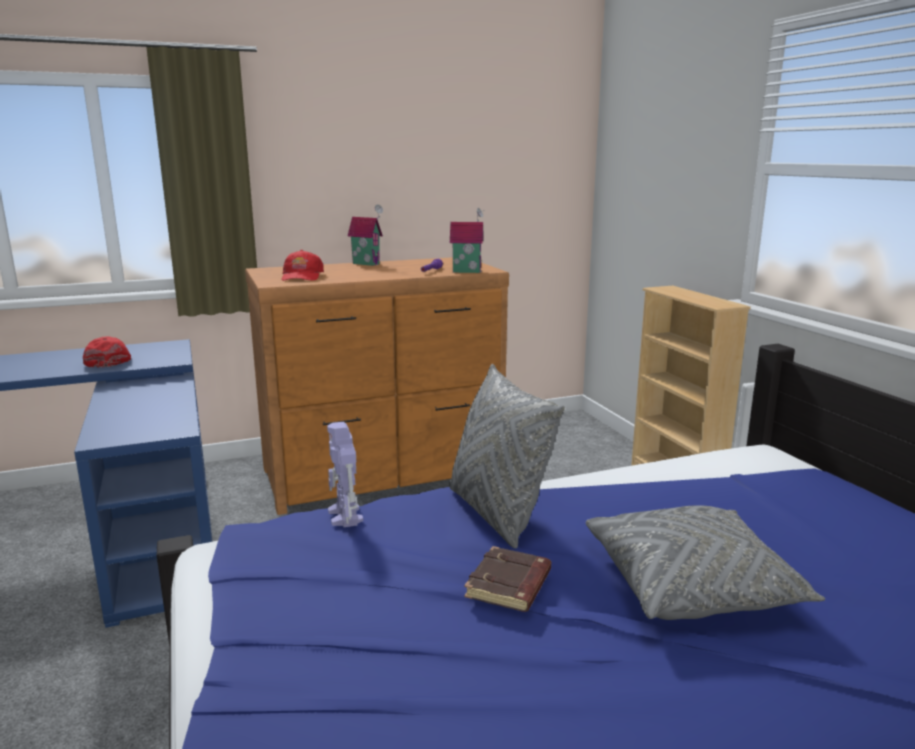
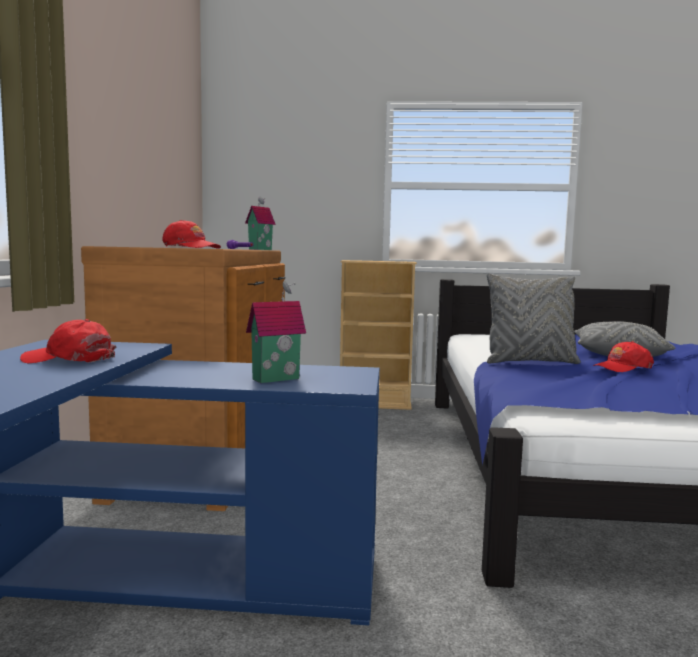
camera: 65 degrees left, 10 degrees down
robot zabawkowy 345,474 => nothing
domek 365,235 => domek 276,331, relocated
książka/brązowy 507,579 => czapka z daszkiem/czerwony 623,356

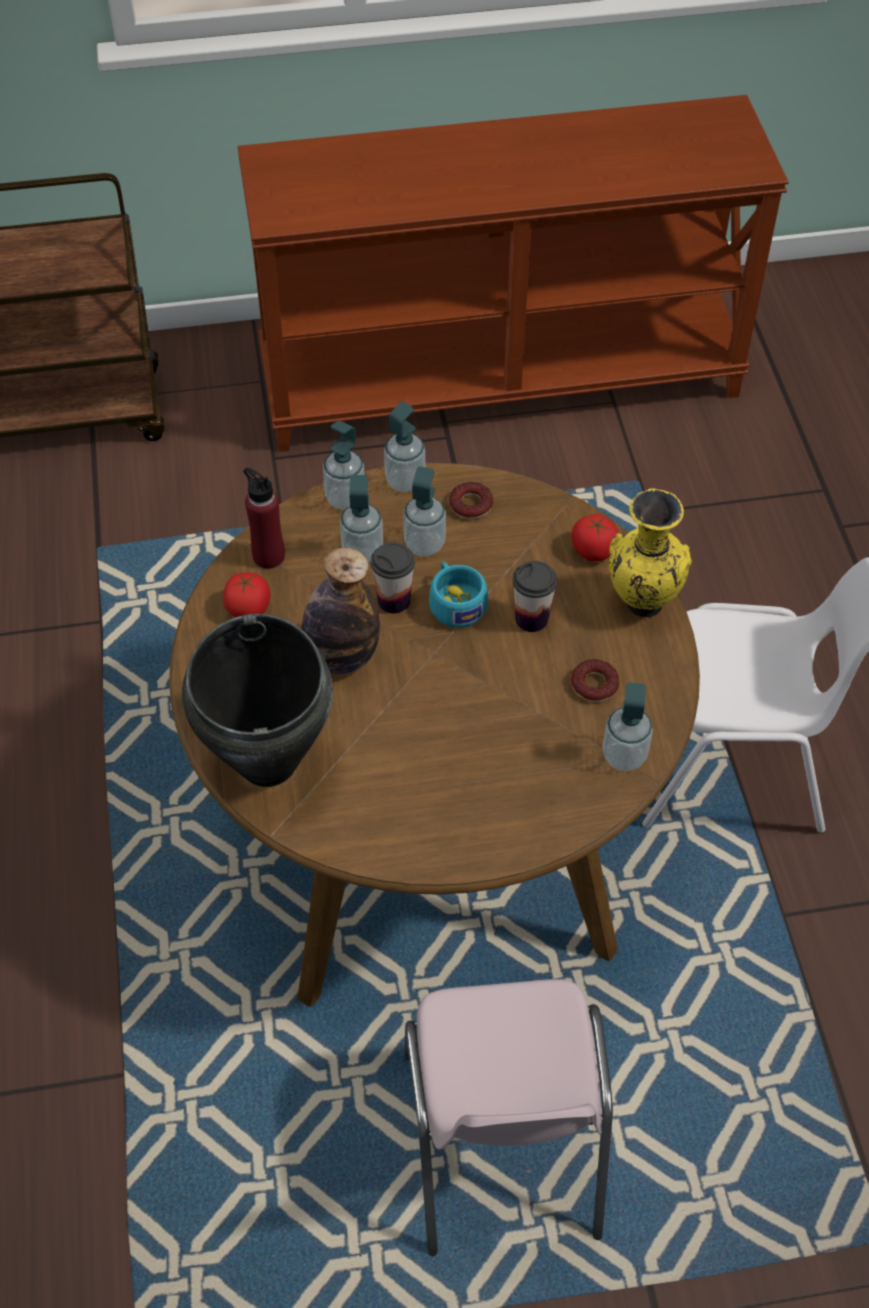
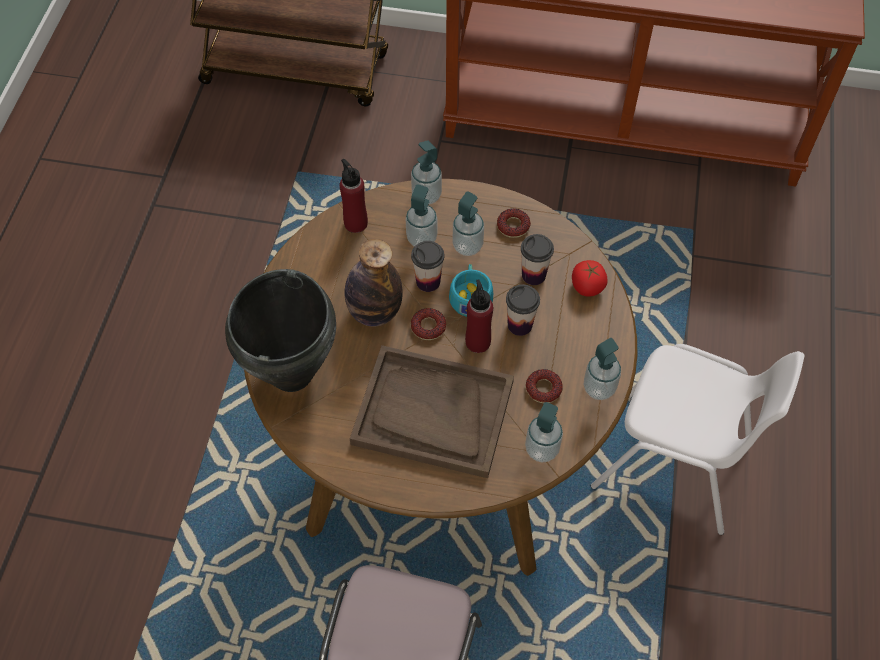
camera: 20 degrees right, 5 degrees up
pomidor 246,594 => nothing
wazon/żółty 650,553 => nothing
nothing => taca/brązowy 432,411
nothing => donut 428,324
nothing => butelka/czerwony 479,316
nothing => filiżanka 537,259
dozownik mydła 404,446 => dozownik mydła 602,369, relocated

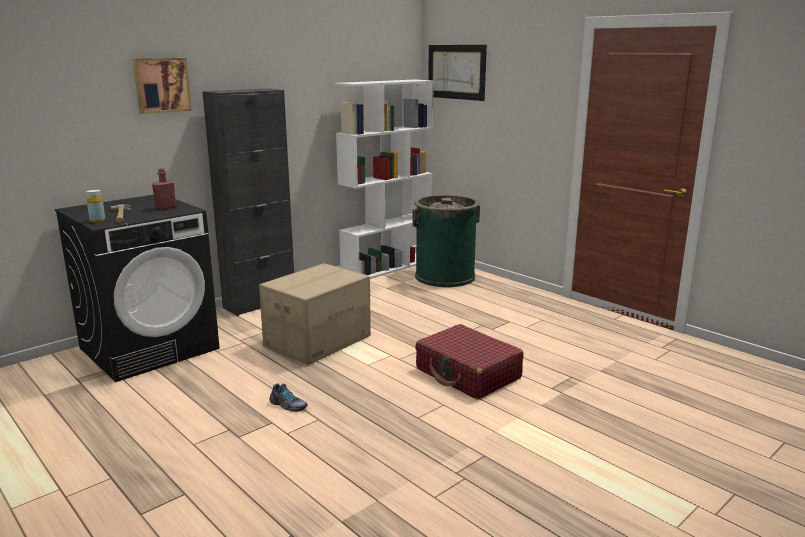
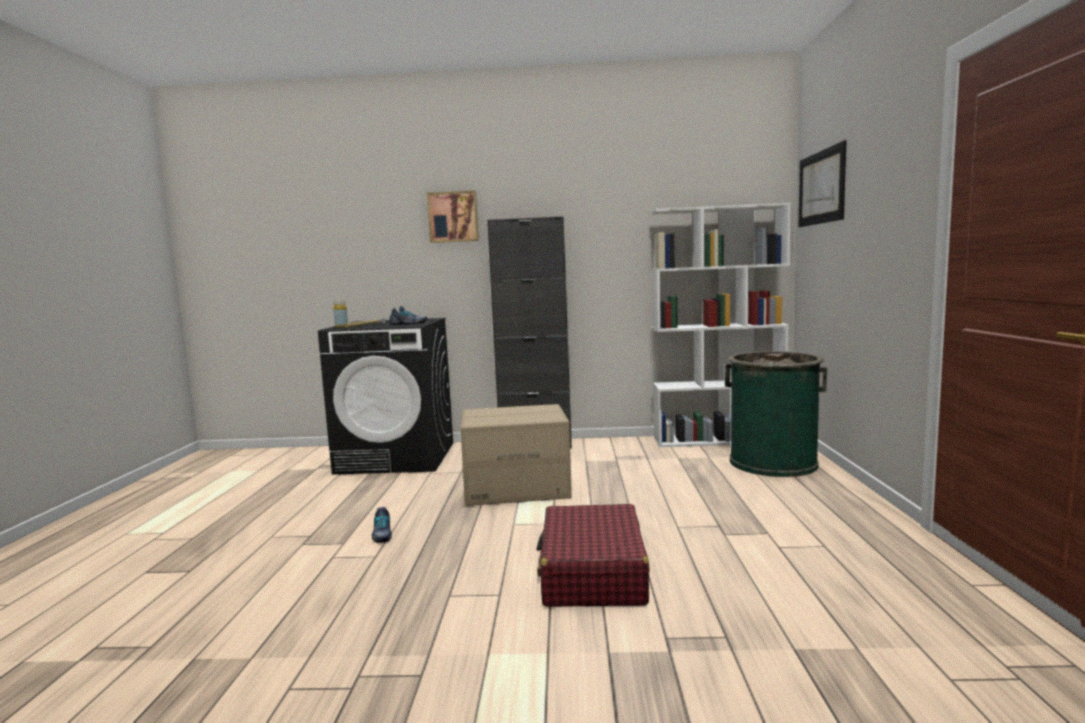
camera: 45 degrees right, 10 degrees down
butelka/czerwony 164,189 => but 408,315

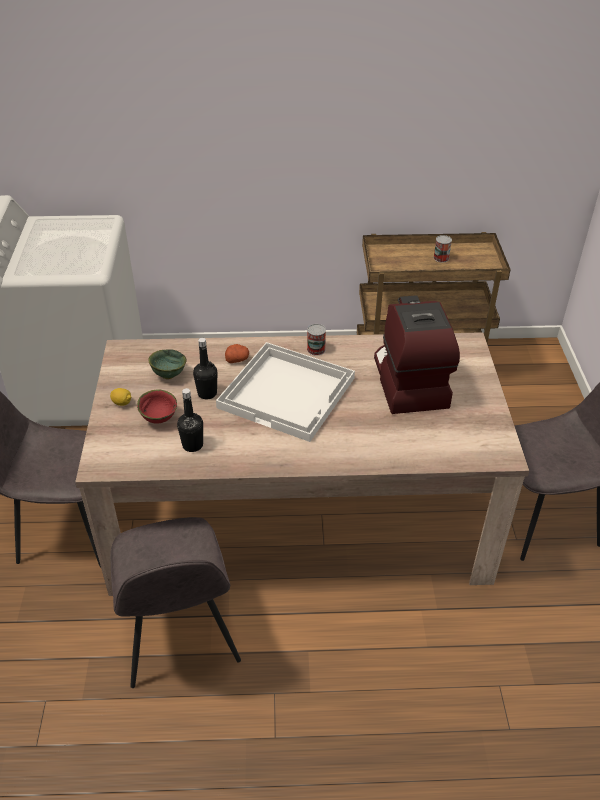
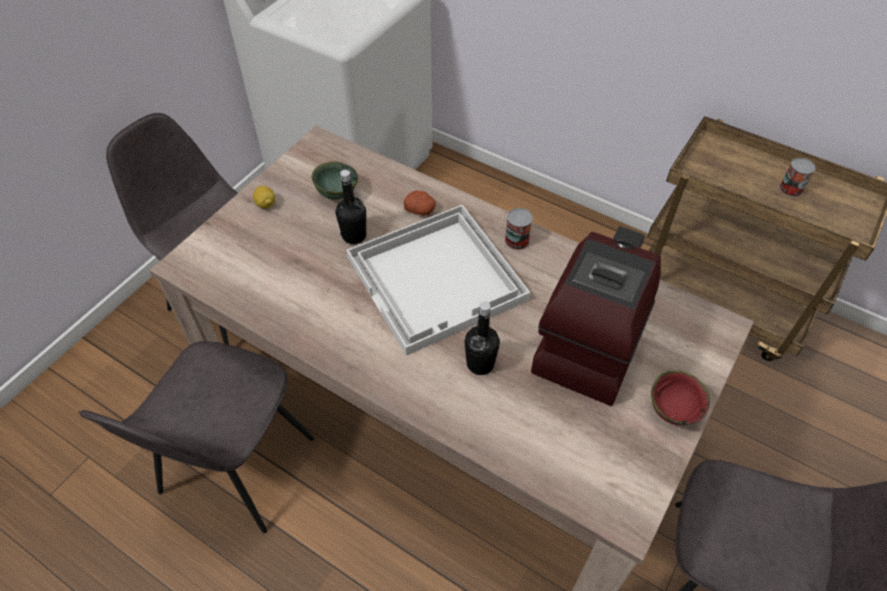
camera: 35 degrees right, 10 degrees up
miska/czerwony 157,406 => miska/czerwony 680,397, relocated
butelka/czarny 190,420 => butelka/czarny 482,338, relocated

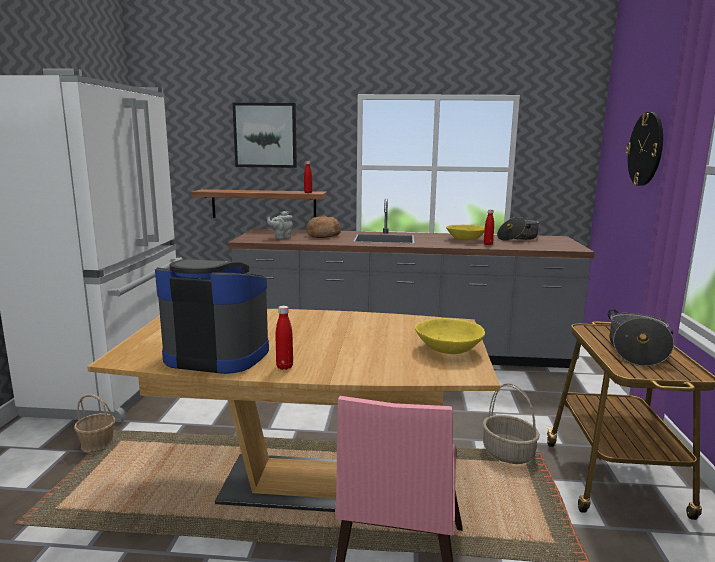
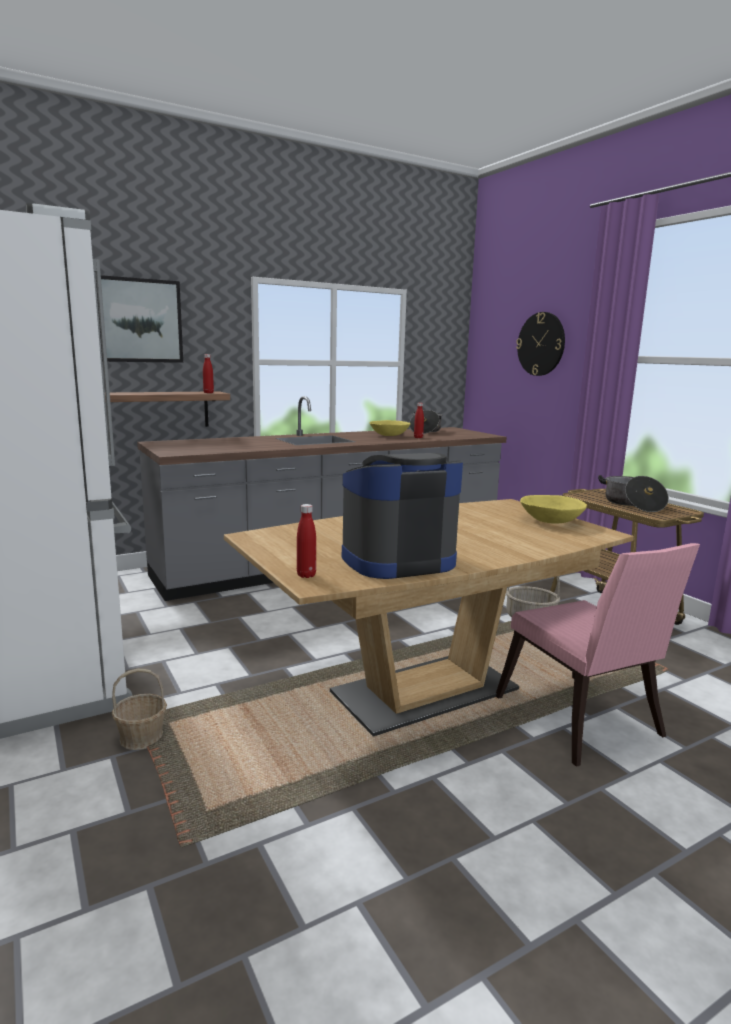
camera: 35 degrees left, 0 degrees up
imbryk/szary 280,225 => nothing
chleb 323,227 => nothing
butelka/czerwony 284,338 => butelka/czerwony 306,541, relocated

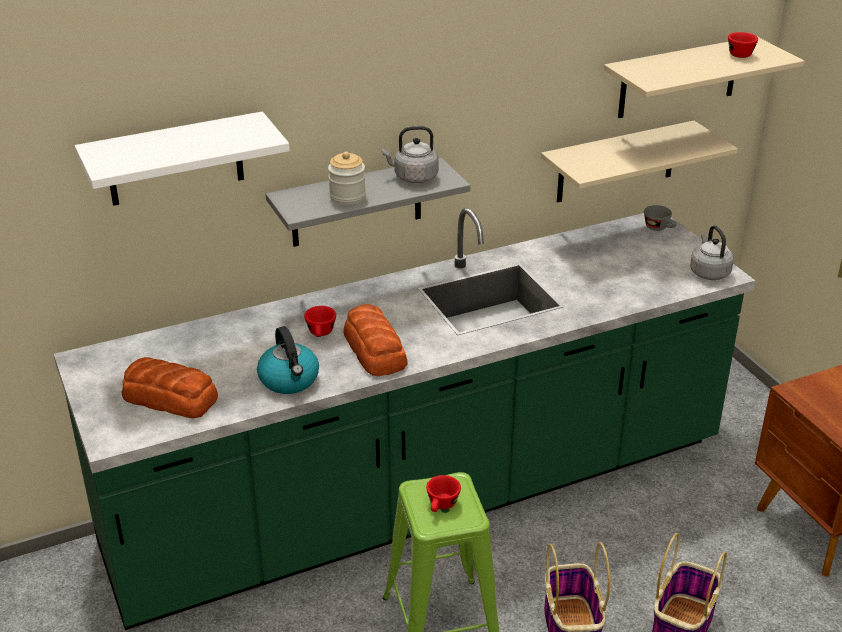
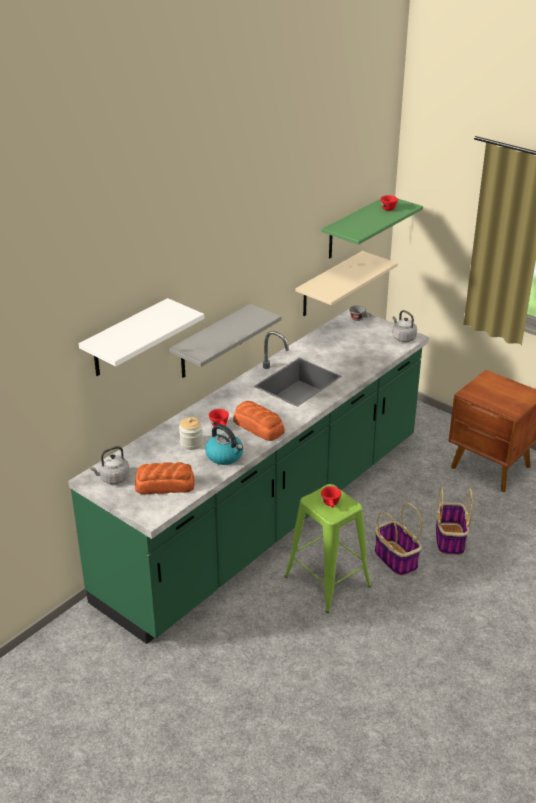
camera: 25 degrees left, 0 degrees up
słoik 347,178 => słoik 191,433, relocated
czajnik/szary 410,154 => czajnik/szary 110,465, relocated
półka/beżowy 704,77 => półka/zielony 372,228

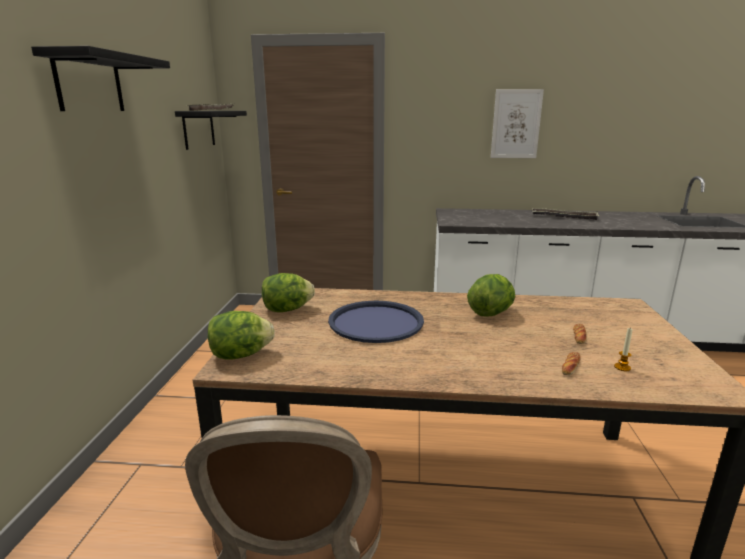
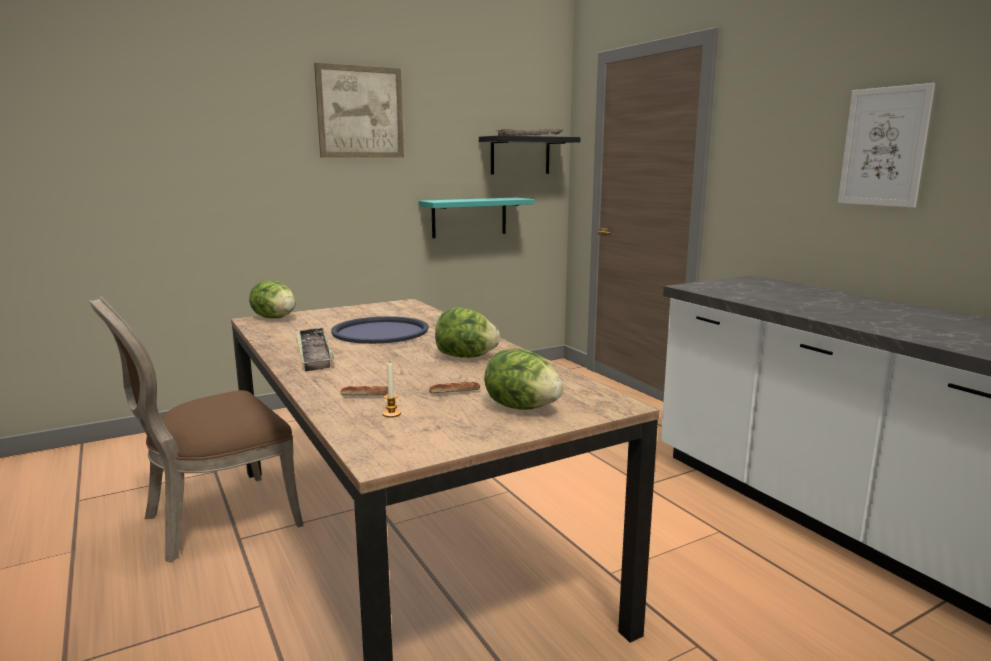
camera: 55 degrees right, 5 degrees down
nothing => półka/turkusowy 476,218
sałata 288,292 => sałata 524,379, relocated
taca 566,214 => taca 315,349, relocated
półka/czarny 100,78 => obraz 359,110

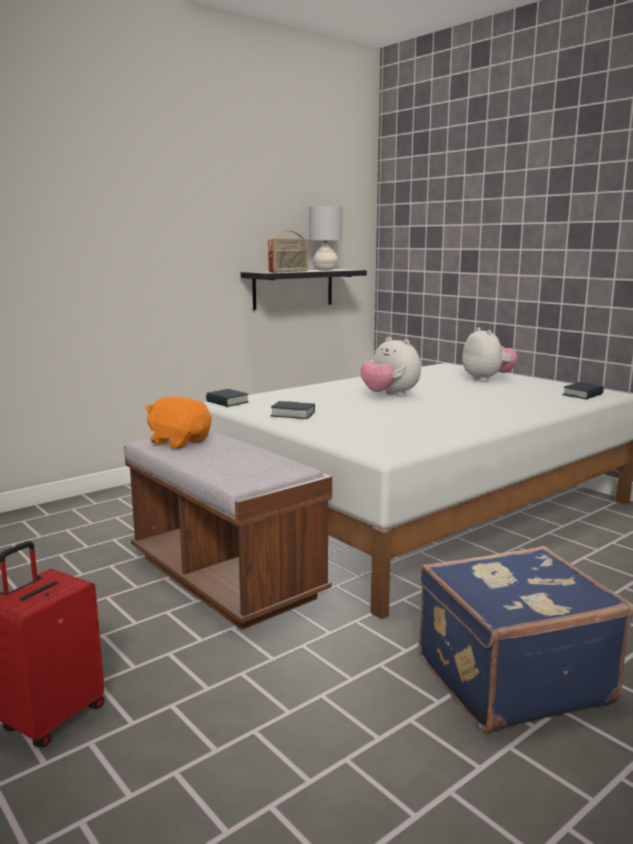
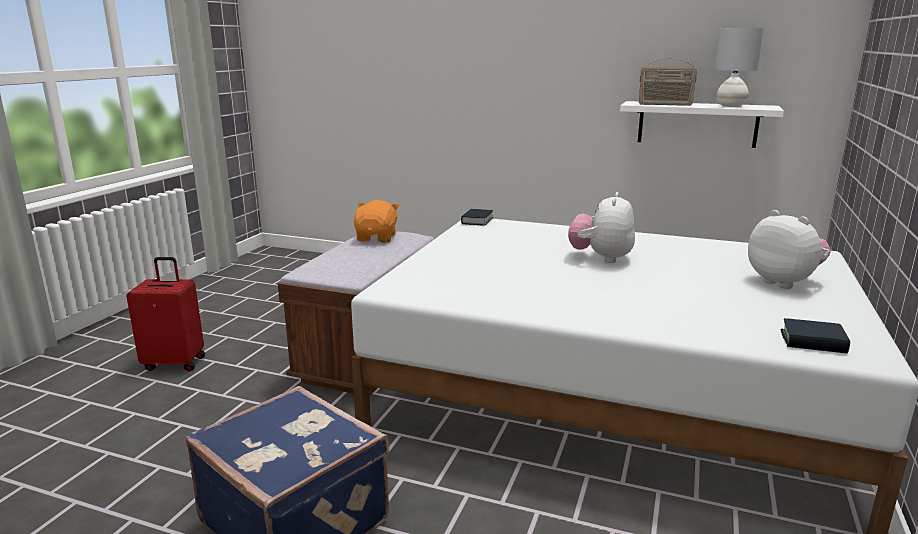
camera: 60 degrees right, 5 degrees up
książka 293,410 => nothing
półka/czarny 304,289 => półka/biały 702,124
pluszak 489,354 => pluszak 789,249, 75 degrees counterclockwise

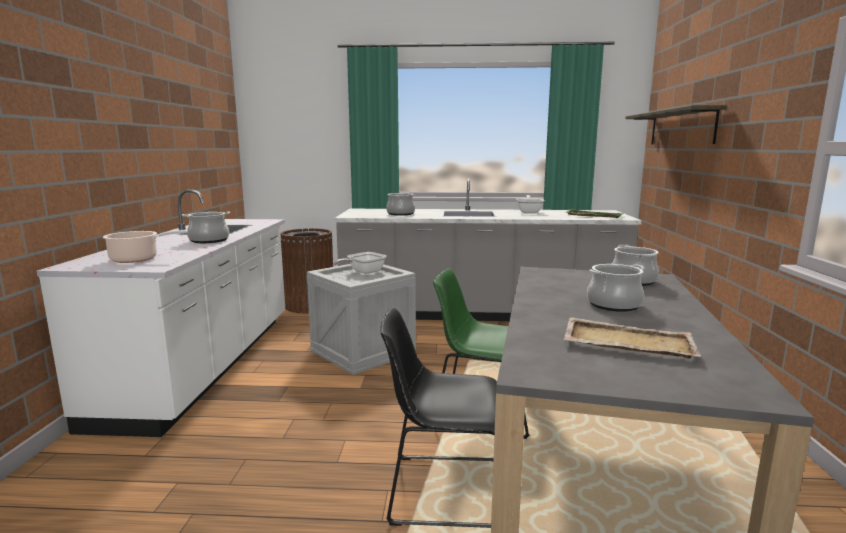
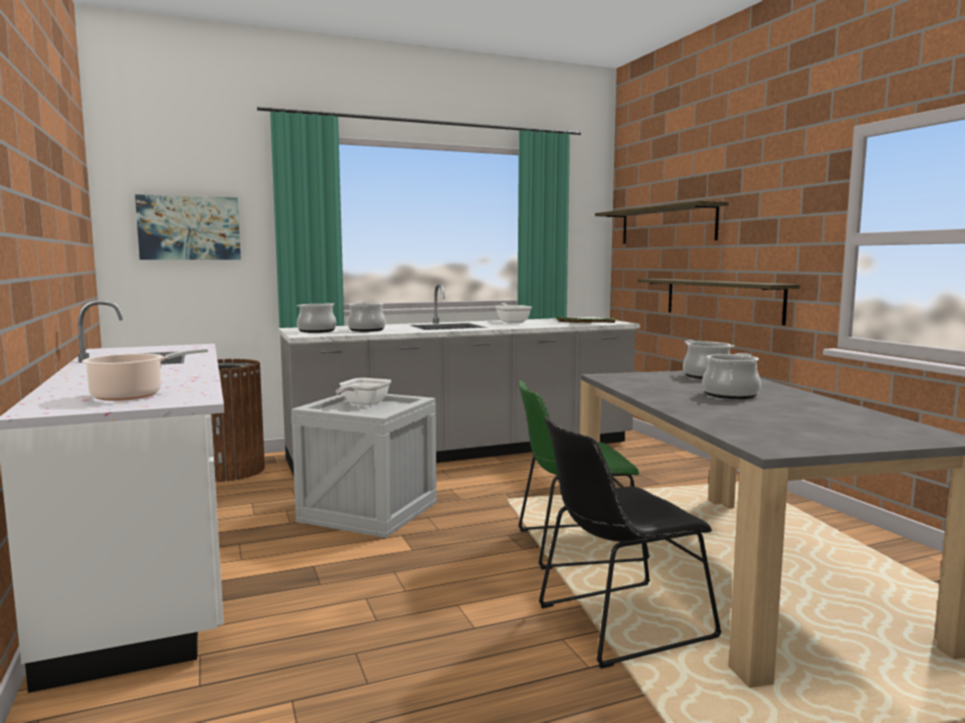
camera: 25 degrees left, 5 degrees down
taca/beżowy 632,338 => nothing
nothing => obraz 188,227
nothing => półka 719,302
garnek 206,227 => garnek 316,318, relocated

